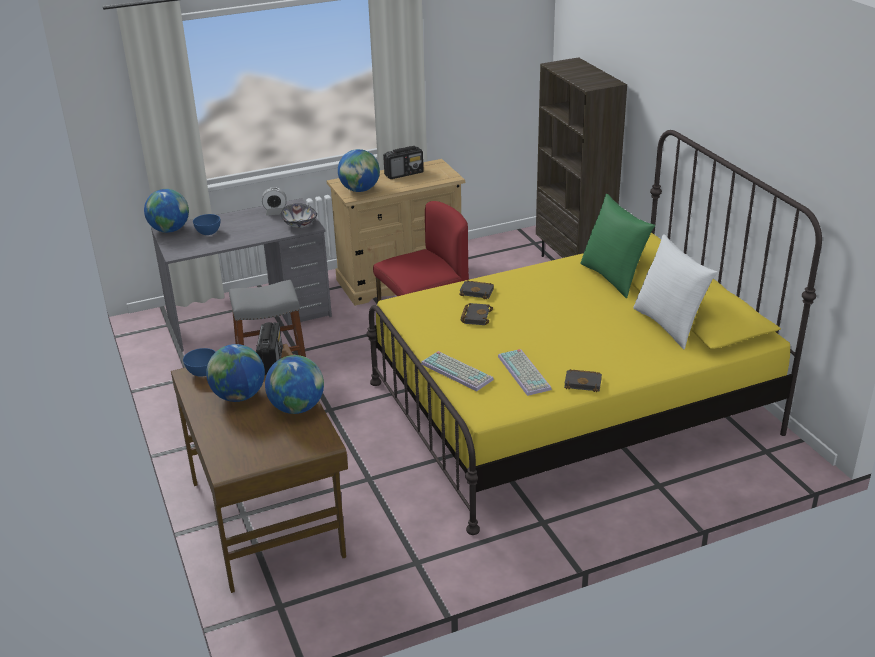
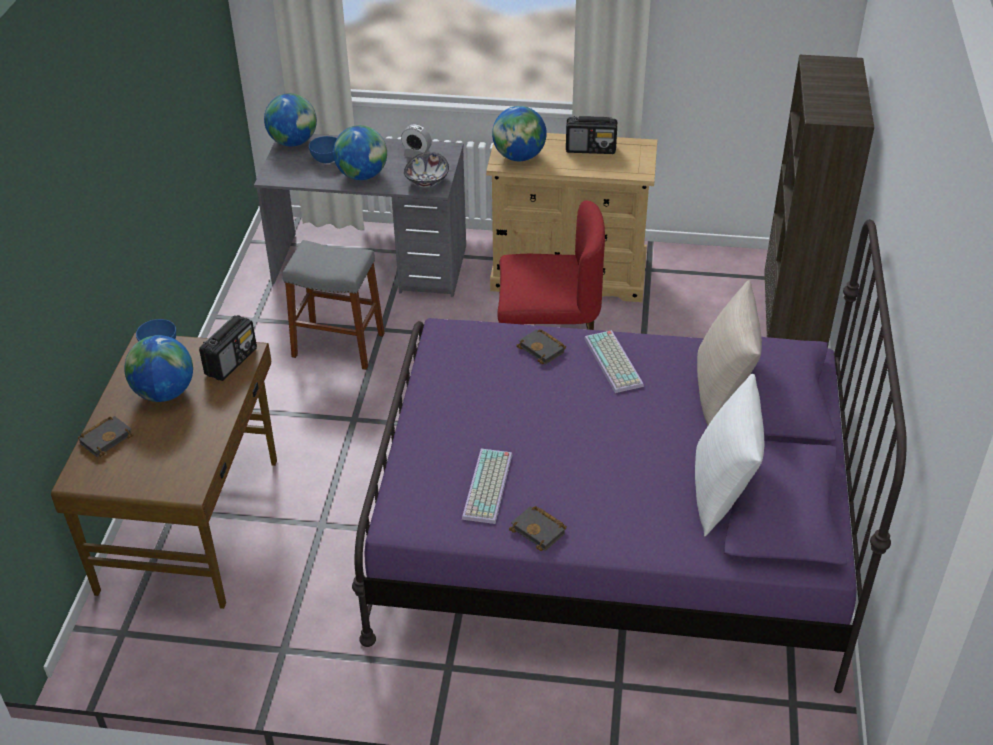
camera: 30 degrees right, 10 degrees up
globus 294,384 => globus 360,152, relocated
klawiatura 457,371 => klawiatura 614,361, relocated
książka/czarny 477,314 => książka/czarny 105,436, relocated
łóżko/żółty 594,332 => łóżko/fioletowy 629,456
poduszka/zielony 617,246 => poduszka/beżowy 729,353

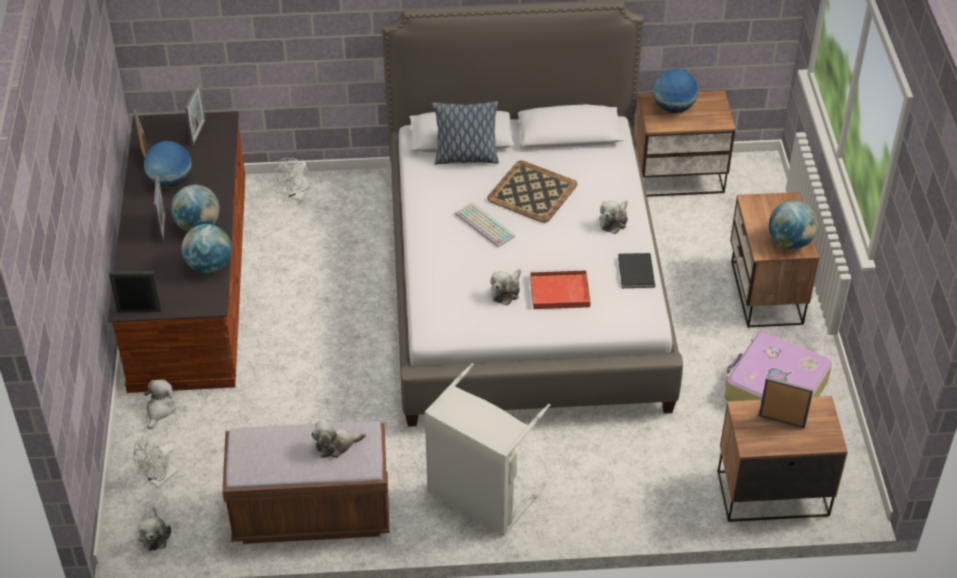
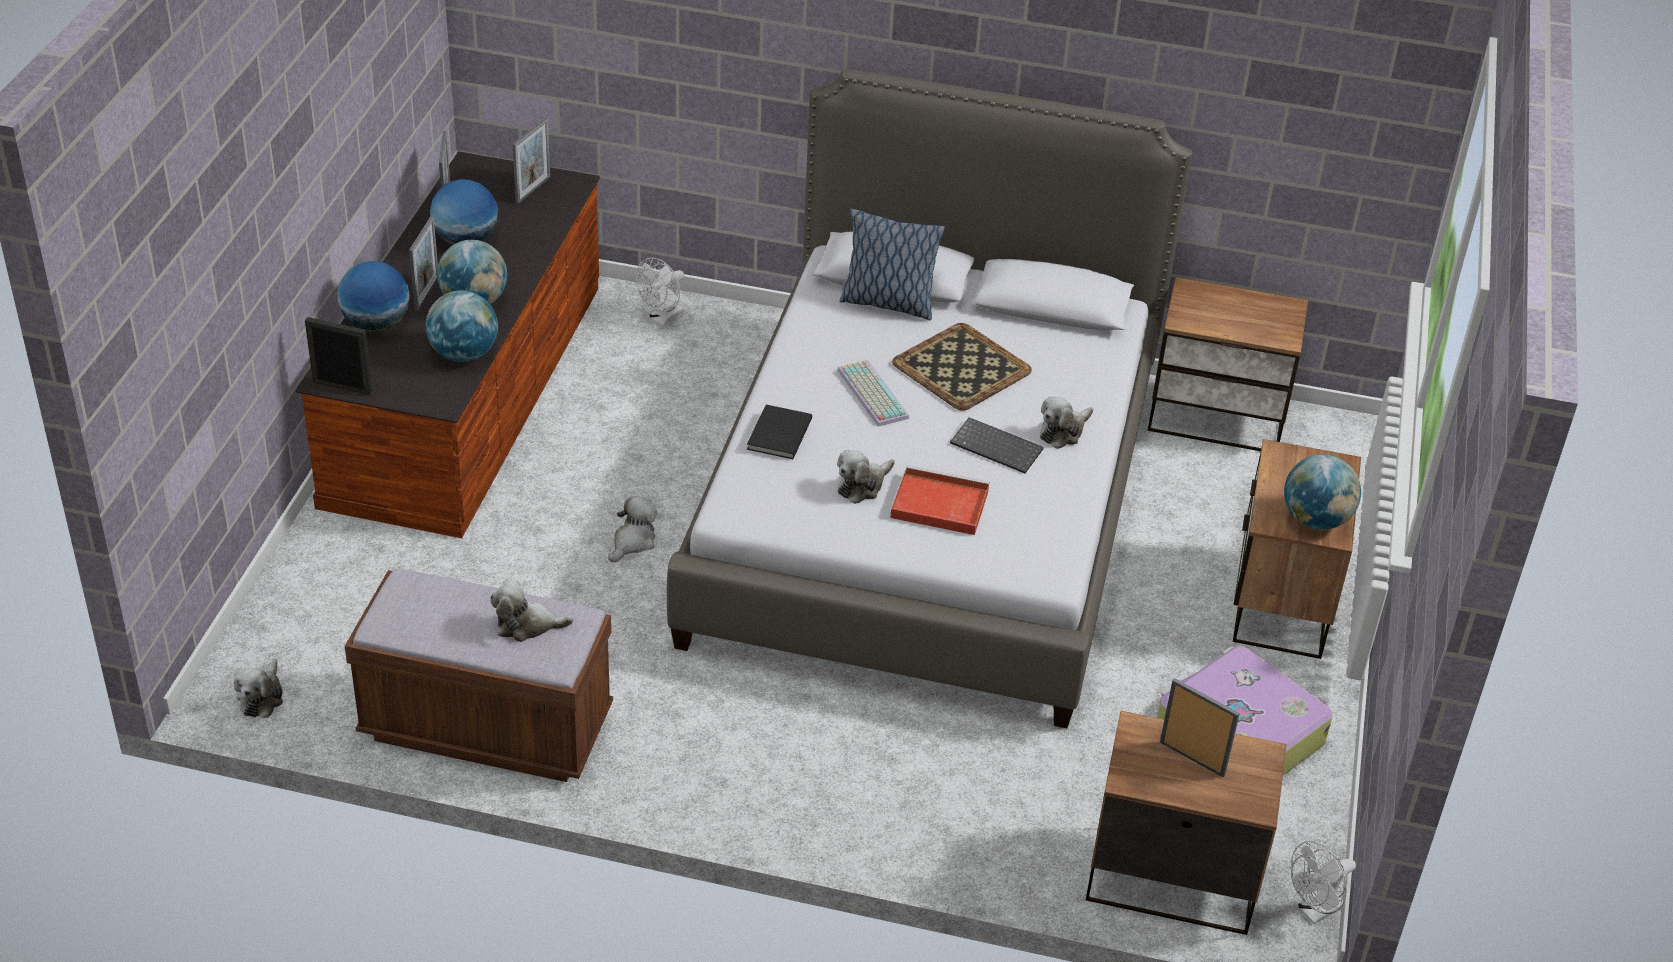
camera: 15 degrees right, 5 degrees down
kosz na pranie/szary 487,449 => nothing
nothing => klawiatura 997,445
wentylator/biały 155,464 => wentylator/biały 1323,882, relocated
pluszak 160,404 => pluszak 632,529, relocated
książka/czarny 636,270 => książka/czarny 779,432, relocated
globus 675,91 => globus 373,296, relocated

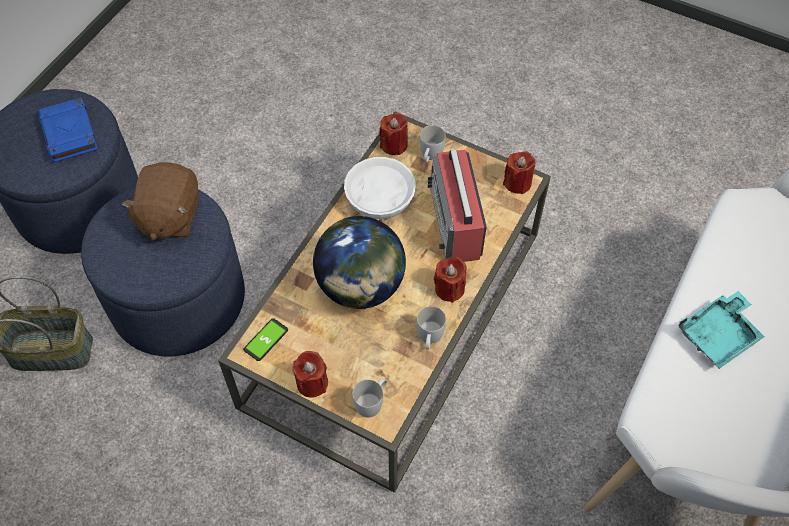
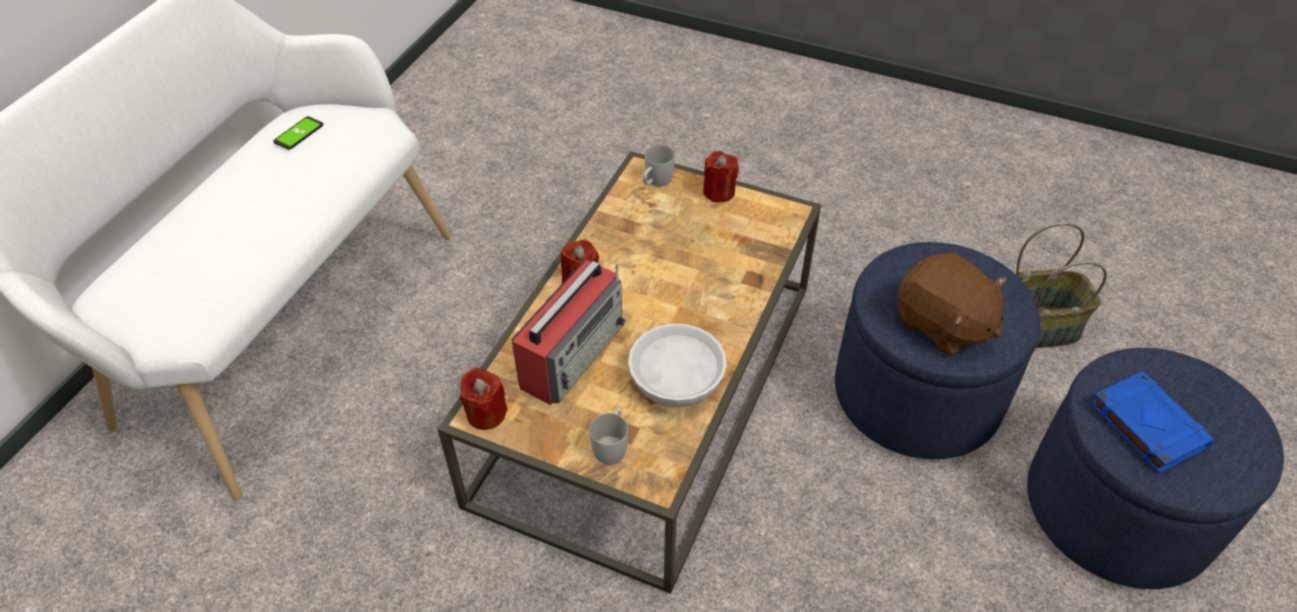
camera: 175 degrees right, 10 degrees down
globus 359,262 => nothing
świeca/czerwony 393,134 => nothing
kubek/biały 431,328 => nothing
taca/turkusowy 721,330 => nothing
telefon 265,339 => telefon 298,133, relocated
pluszak/brązowy 159,201 => pluszak/brązowy 952,304, 135 degrees clockwise
radio 457,206 => radio 569,332, 45 degrees clockwise

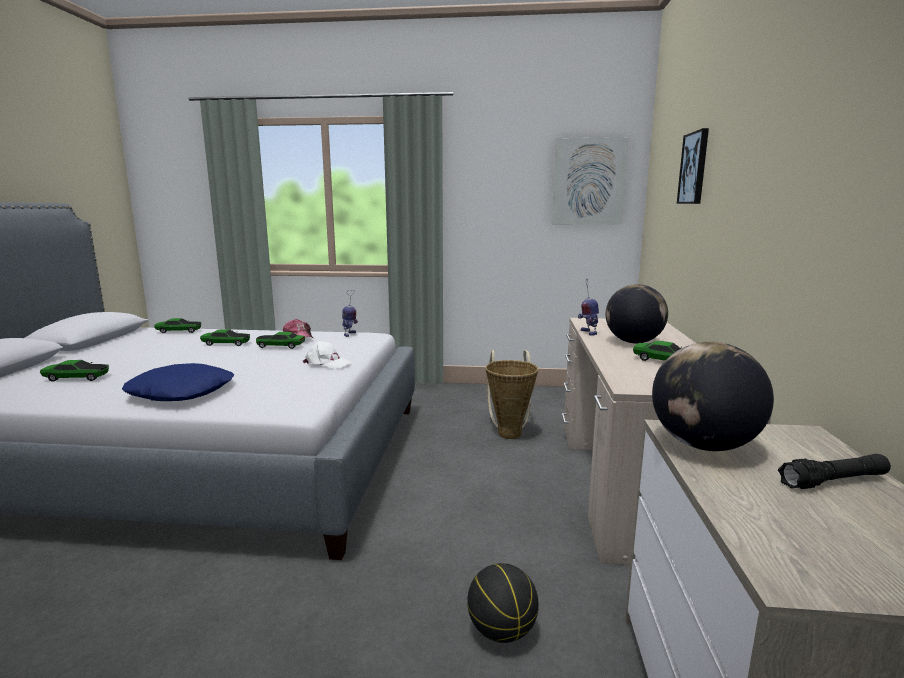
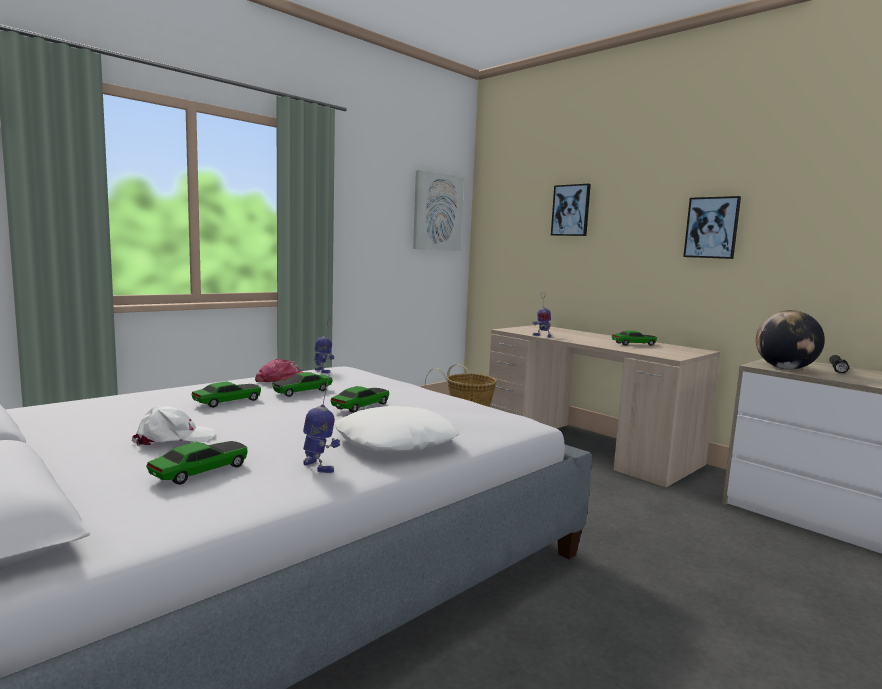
camera: 50 degrees left, 5 degrees down
piłka do koszykówki 503,603 => nothing
globus 637,313 => nothing
nothing => robot zabawkowy 321,422
nothing => obraz 712,227
samochodzik 177,325 => samochodzik 359,399, relocated
czapka z daszkiem/biały 327,355 => czapka z daszkiem/biały 174,426, relocated
poduszka/niebieski 178,382 => poduszka/biały 397,429

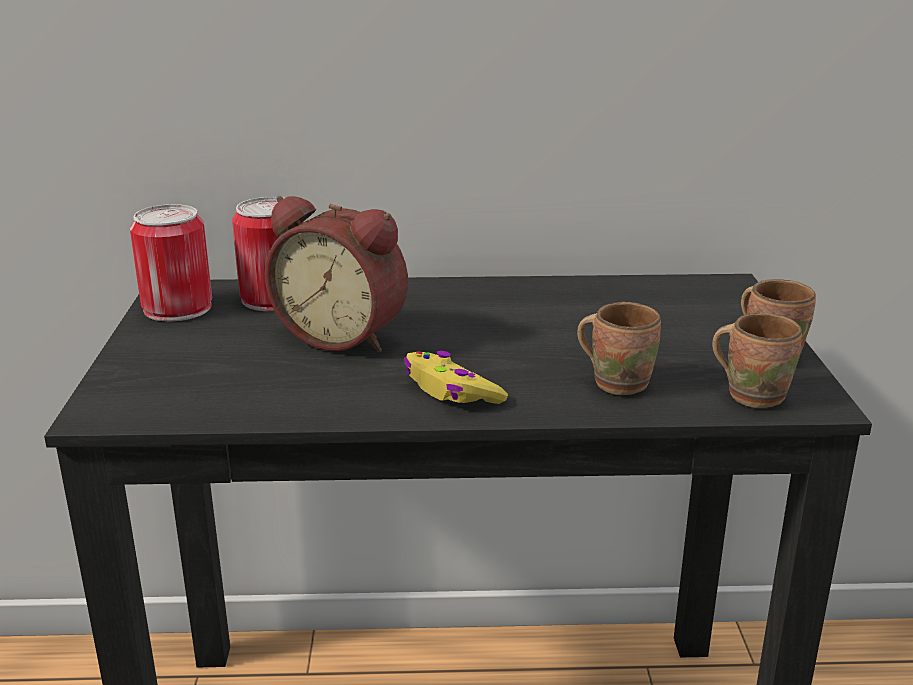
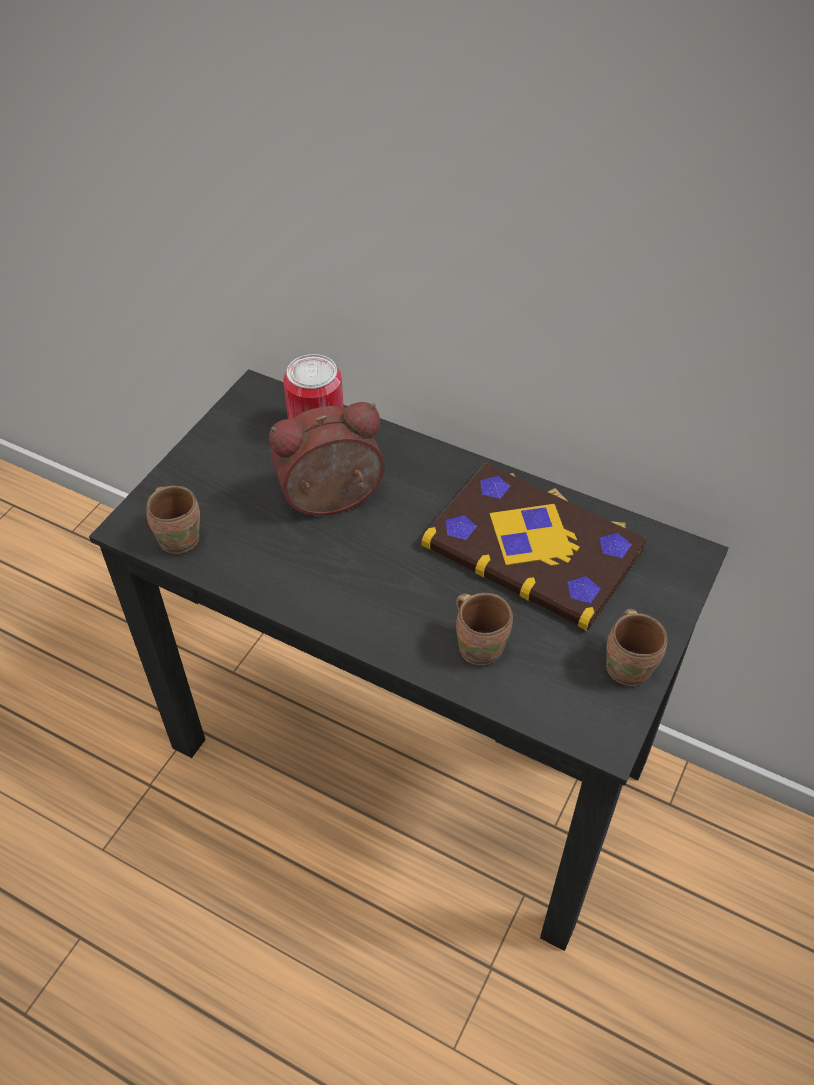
camera: 30 degrees right, 25 degrees up
puszka 171,262 => nothing
pad do gier/żółty 456,377 => nothing
nothing => książka 534,547
kubek/brązowy 757,360 => kubek/brązowy 173,520, relocated
budzik 336,274 => budzik 327,459, 105 degrees clockwise

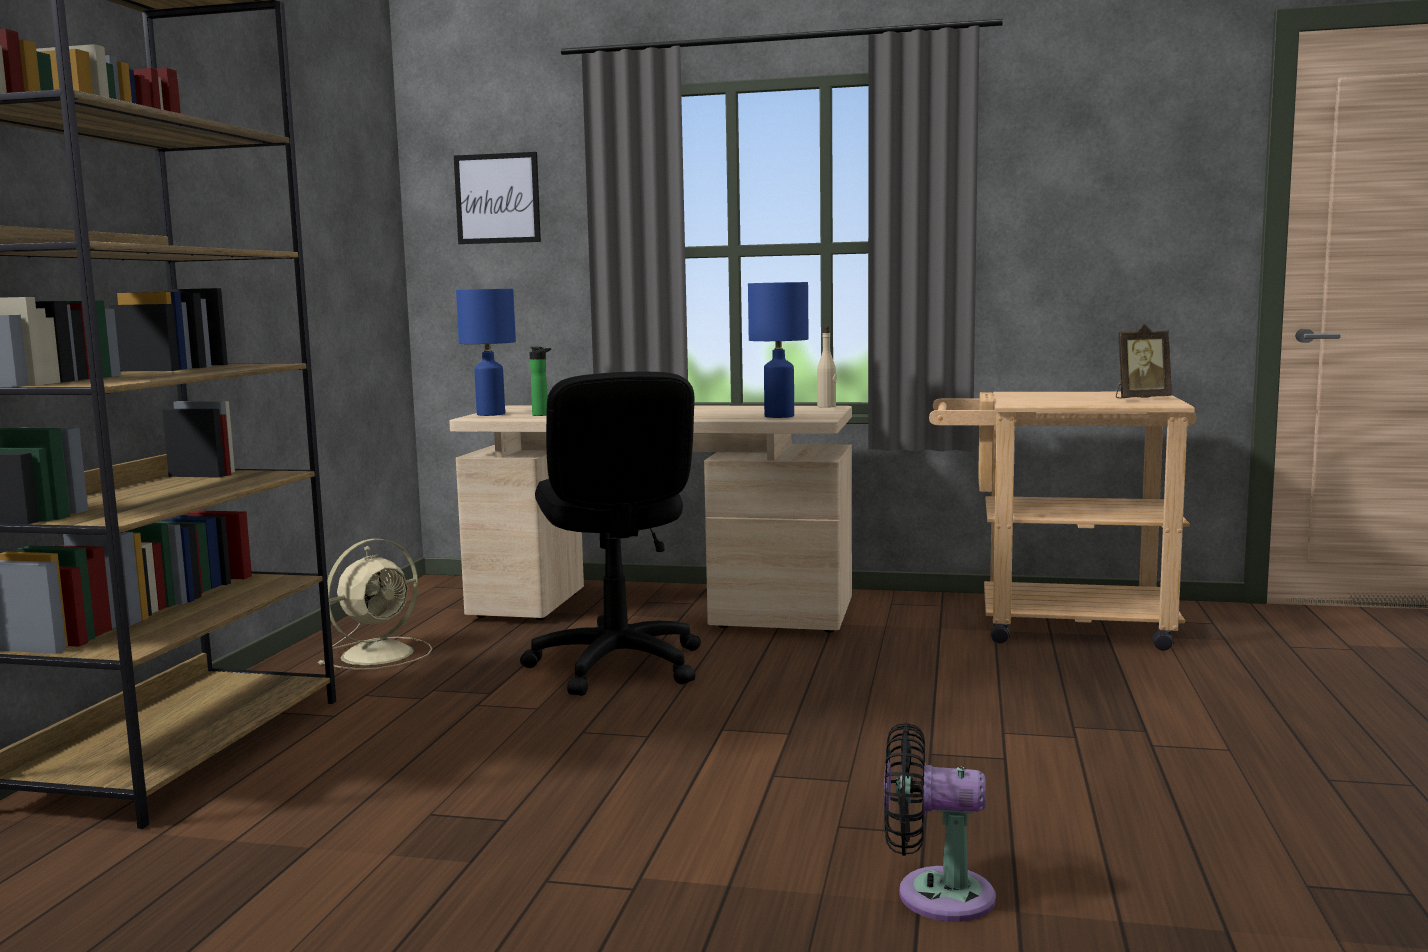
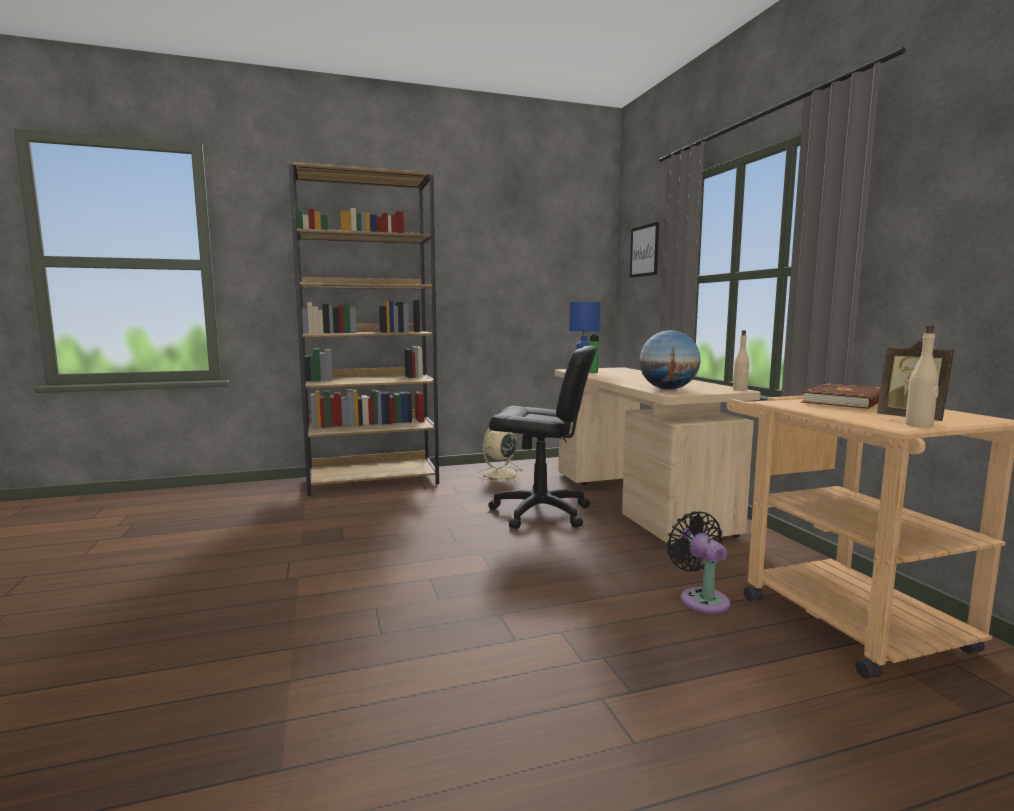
camera: 60 degrees right, 0 degrees up
nothing => książka/brązowy 840,396
nothing => butelka/beżowy 922,376
wentylator/czarny 940,822 => wentylator/czarny 698,562, relocated
lampa stołowa/niebieski 778,350 => globus 670,359
wentylator/beżowy 375,604 => wentylator/beżowy 499,455, 120 degrees clockwise
krzesło biurowe/czarny 610,534 => krzesło biurowe/czarny 542,437, 120 degrees counterclockwise

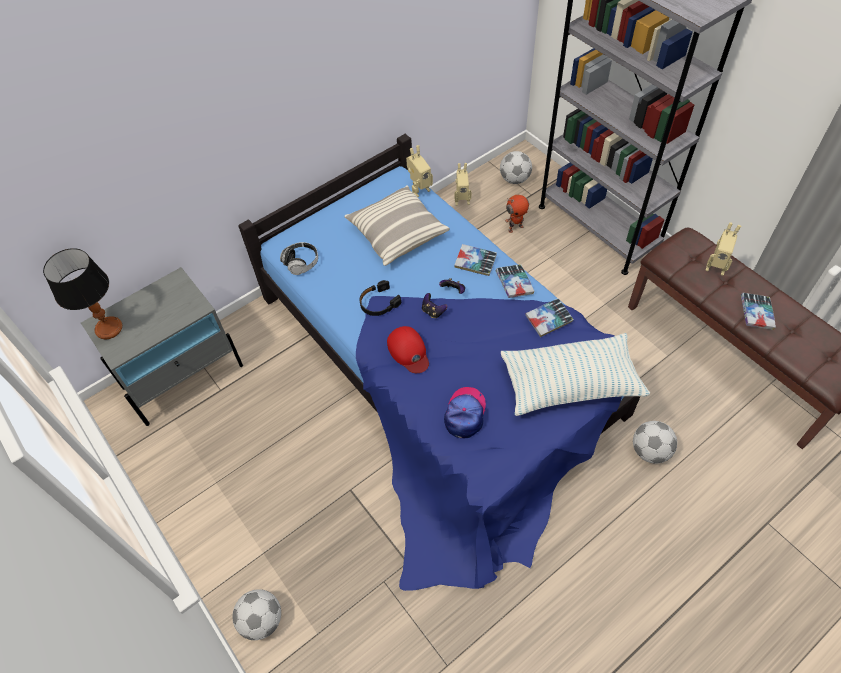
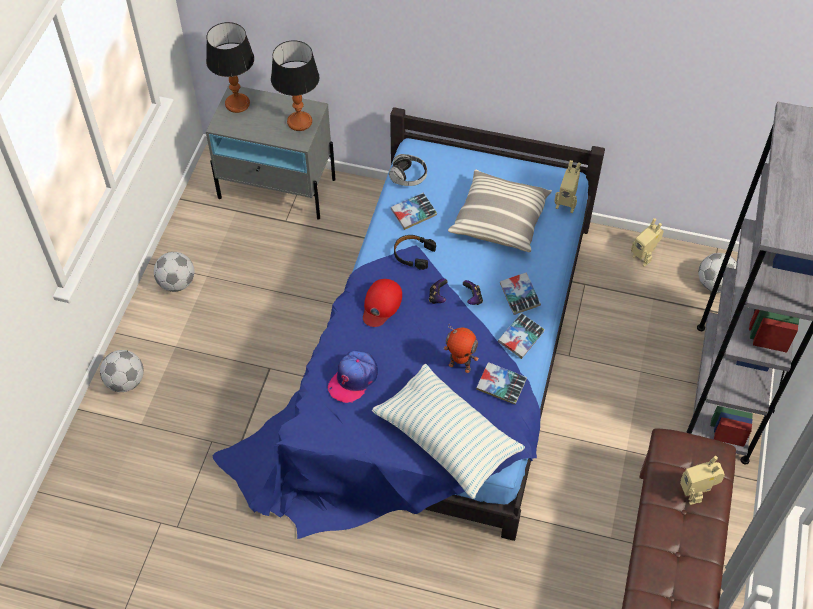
camera: 50 degrees right, 0 degrees up
nothing => lampa stołowa 295,85
robot zabawkowy 517,214 => robot zabawkowy 461,348, relocated
piłka futbolowa 655,442 => piłka futbolowa 174,272, relocated
książka 758,311 => książka 414,211, relocated
czapka z daszkiem 465,412 => czapka z daszkiem 353,377, 150 degrees clockwise

